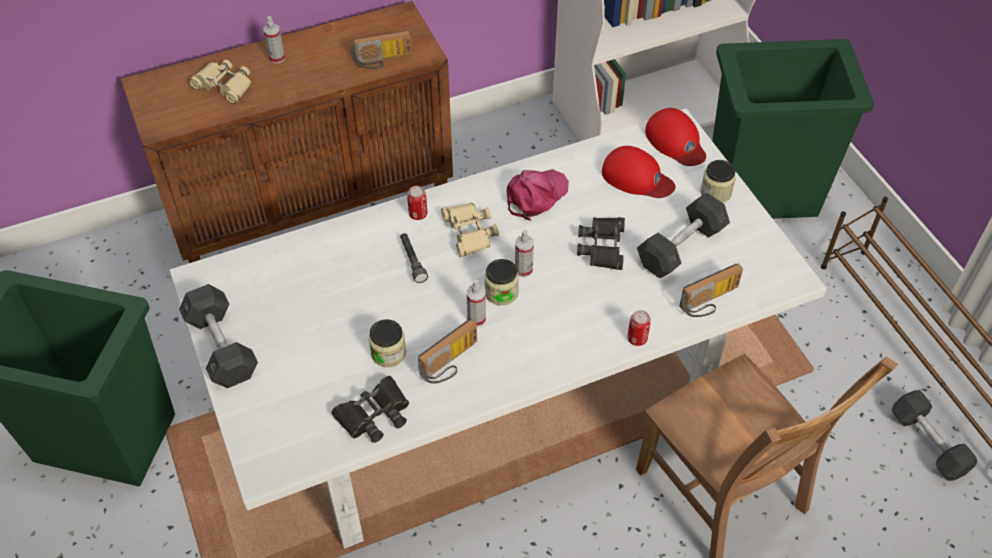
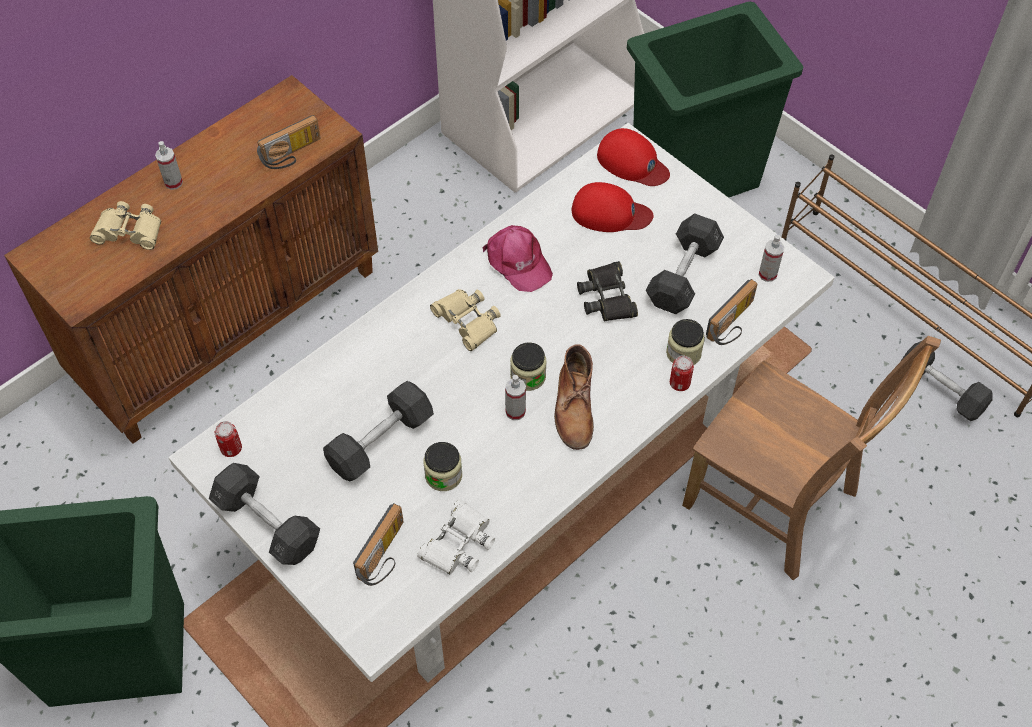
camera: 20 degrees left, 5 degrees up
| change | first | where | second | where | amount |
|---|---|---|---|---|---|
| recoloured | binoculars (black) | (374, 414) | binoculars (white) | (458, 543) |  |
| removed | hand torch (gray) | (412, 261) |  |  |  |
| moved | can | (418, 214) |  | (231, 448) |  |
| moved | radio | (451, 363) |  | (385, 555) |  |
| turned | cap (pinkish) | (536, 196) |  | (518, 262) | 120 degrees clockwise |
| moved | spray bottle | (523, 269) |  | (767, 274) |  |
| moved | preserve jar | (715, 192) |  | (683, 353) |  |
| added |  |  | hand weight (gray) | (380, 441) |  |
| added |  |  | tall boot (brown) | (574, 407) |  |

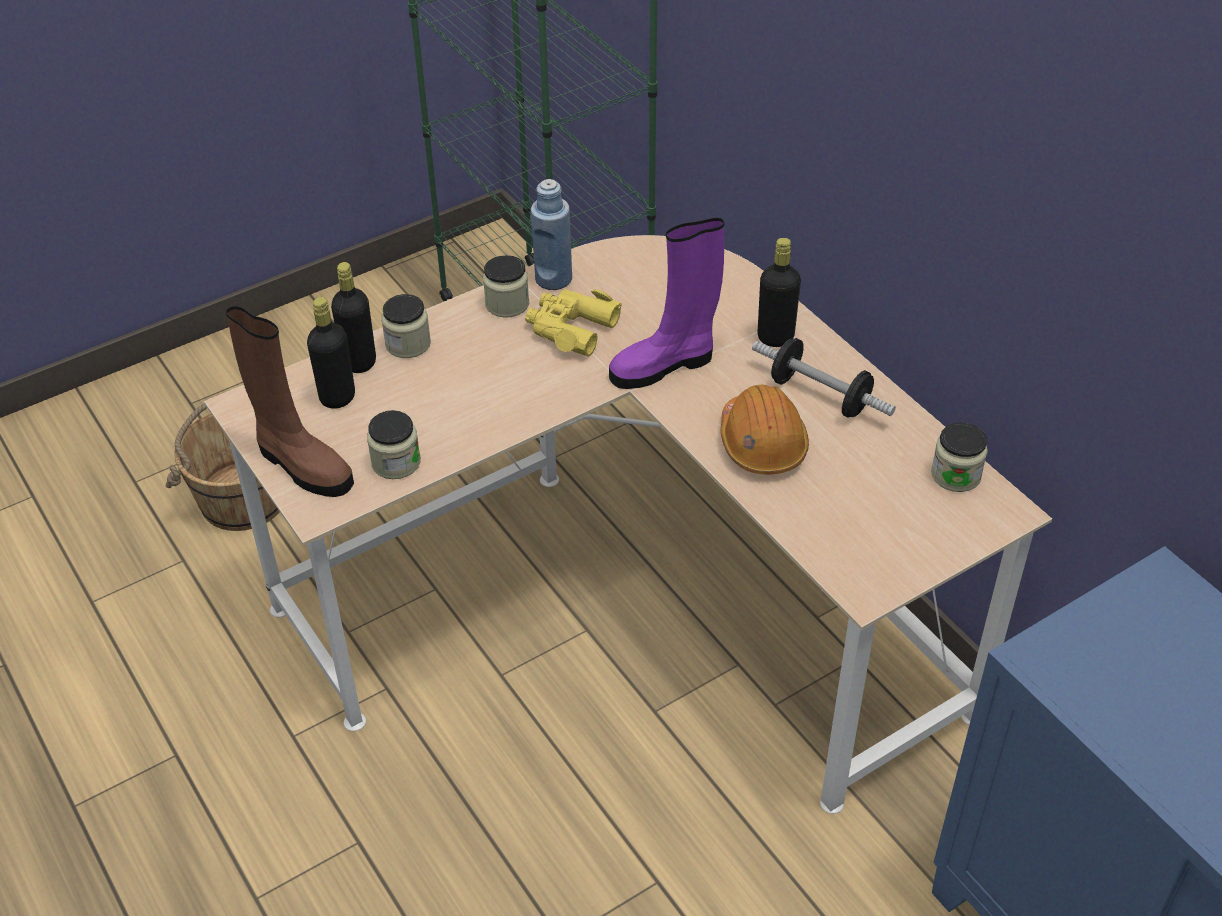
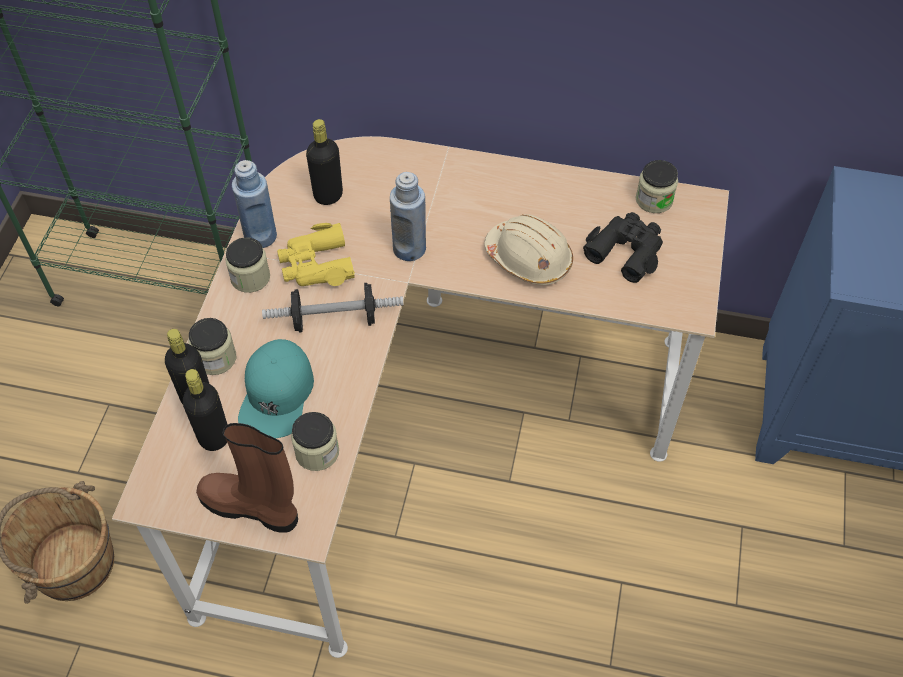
camera: 45 degrees left, 10 degrees up
| change | first | where | second | where | amount |
|---|---|---|---|---|---|
| turned | tall boot (brown) | (302, 465) |  | (252, 507) | 150 degrees counterclockwise |
| replaced | tall boot (purple-coloured) | (664, 366) | bottle (bluish) | (409, 248) |  |
| recoloured | safety helmet (orange) | (762, 443) | safety helmet (sand-coloured) | (529, 259) |  |
| moved | hand weight | (820, 395) |  | (335, 320) |  |
| moved | bottle (black) | (775, 337) |  | (328, 195) |  |
| added |  |  | cap (turquoise-coloured) | (277, 394) |  |
| added |  |  | binoculars (black) | (626, 250) |  |

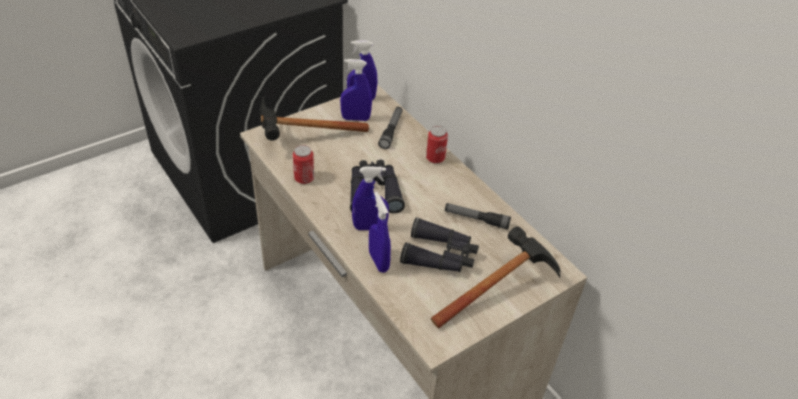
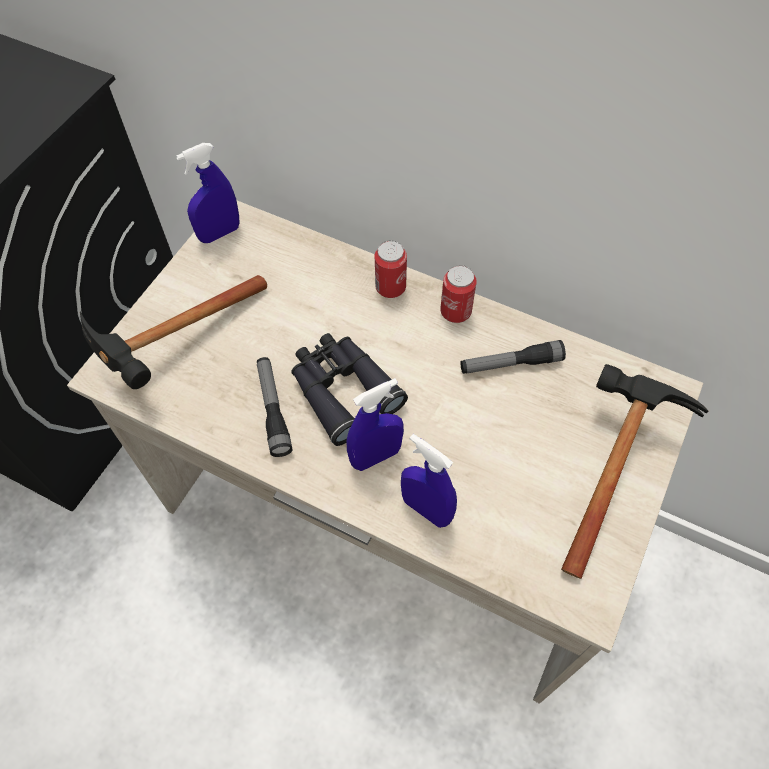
camera: 25 degrees left, 15 degrees up
| change | first | where | second | where | amount |
|---|---|---|---|---|---|
| moved | can | (304, 178) |  | (455, 312) |  |
| removed | spray bottle (bluish) | (355, 118) |  |  |  |
| moved | hand torch | (391, 131) |  | (273, 410) |  |
| removed | binoculars (black) | (440, 255) |  |  |  |

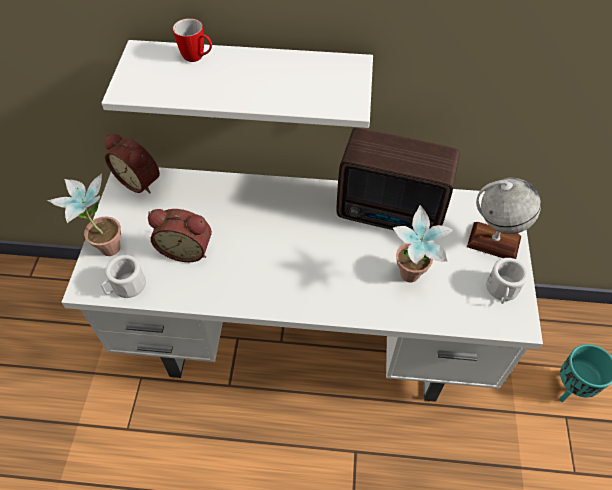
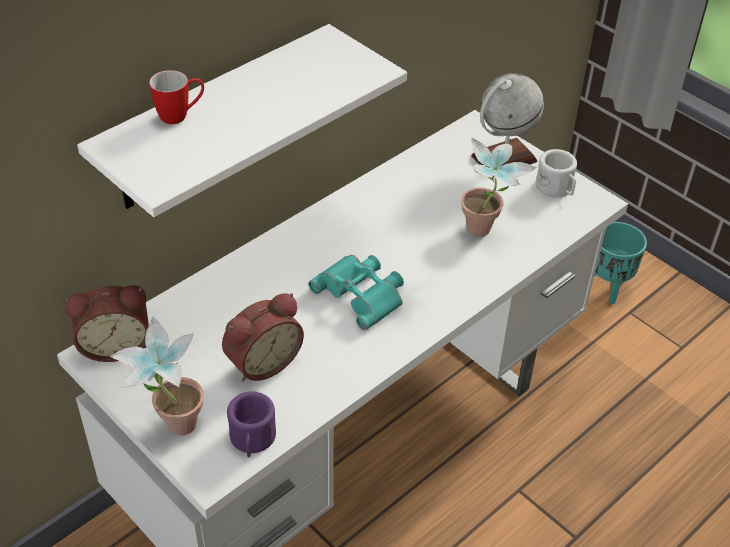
camera: 50 degrees left, 10 degrees down
| change | first | where | second | where | amount |
|---|---|---|---|---|---|
| recoloured | mug (white) | (126, 286) | mug (purple-coloured) | (252, 440) |  |
| removed | radio | (392, 214) |  |  |  |
| added |  |  | binoculars (turquoise-coloured) | (362, 293) |  |

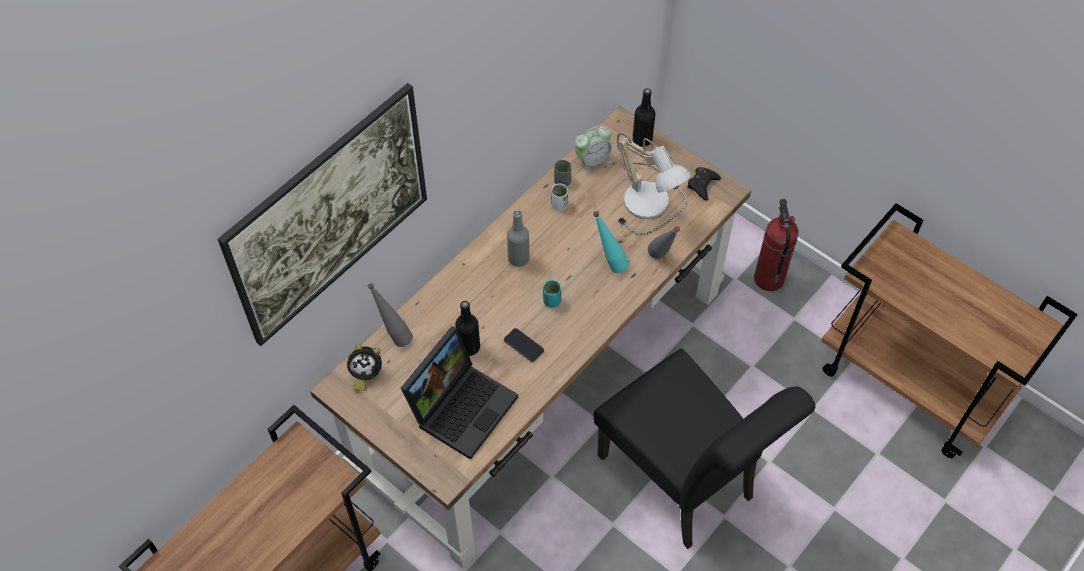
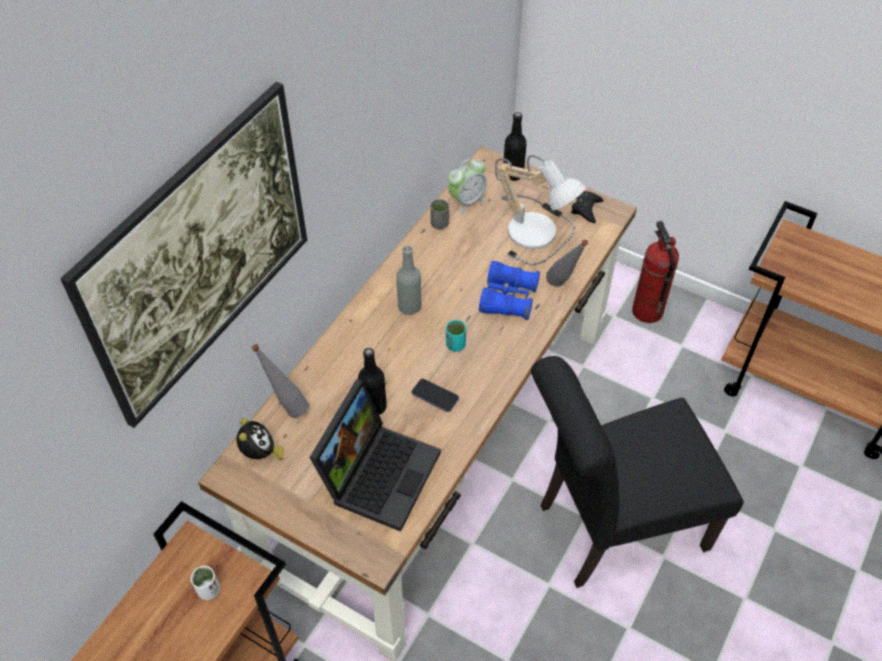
camera: 10 degrees left, 5 degrees down
| change | first | where | second | where | amount |
|---|---|---|---|---|---|
| turned | bedside clock | (365, 374) |  | (261, 454) | 90 degrees counterclockwise |
| moved | drinking cup (white) | (559, 205) |  | (208, 590) |  |
| replaced | bottle (turquoise-coloured) | (609, 264) | binoculars (bluish) | (508, 298) |  |
| turned | plain chair (black) | (683, 482) |  | (612, 528) | 120 degrees clockwise |

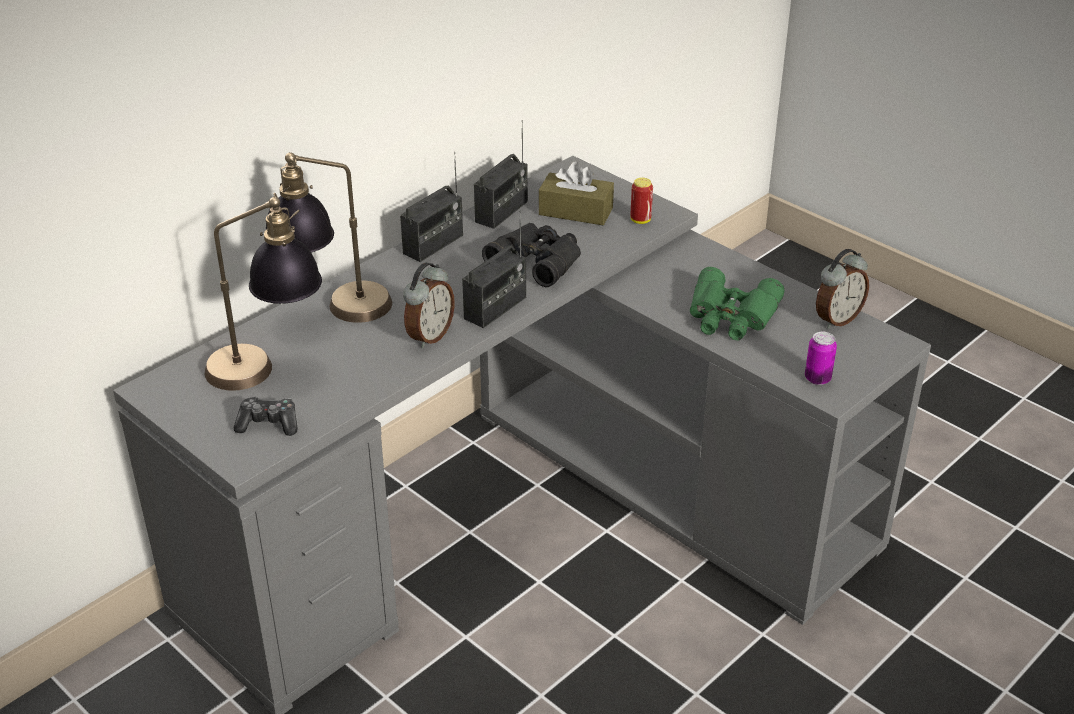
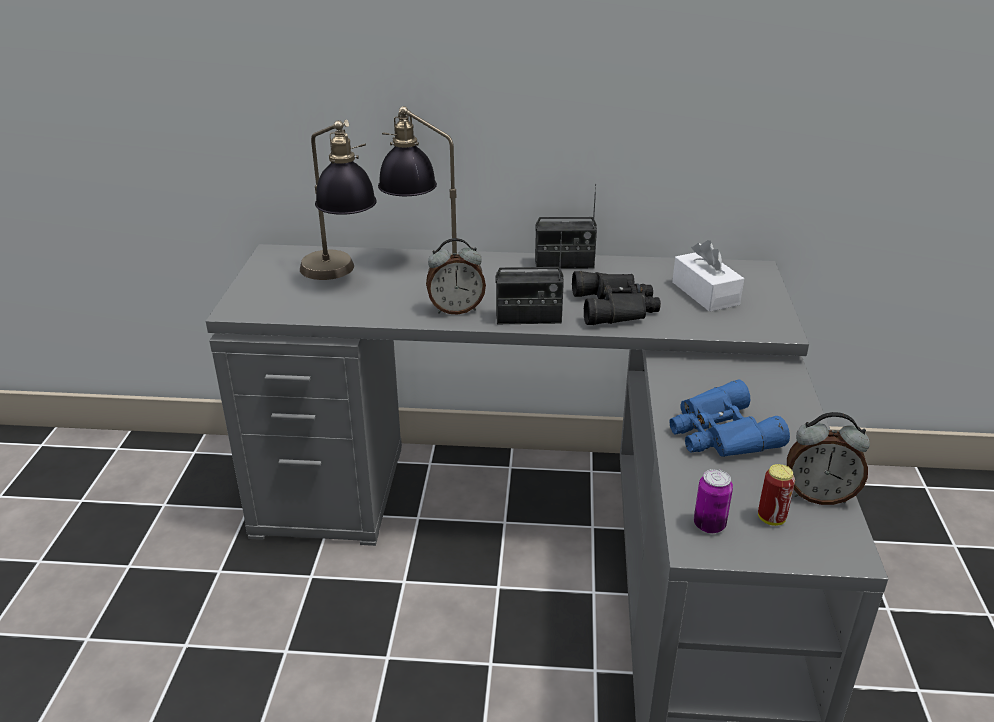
camera: 50 degrees right, 5 degrees down
| change | first | where | second | where | amount |
|---|---|---|---|---|---|
| removed | game controller | (268, 424) |  |  |  |
| removed | radio | (502, 212) |  |  |  |
| recoloured | tissue box (brown) | (575, 211) | tissue box (white) | (705, 293) |  |
| moved | can | (640, 220) |  | (771, 518) |  |
| recoloured | binoculars (greenish) | (731, 316) | binoculars (bluish) | (720, 434) |  |

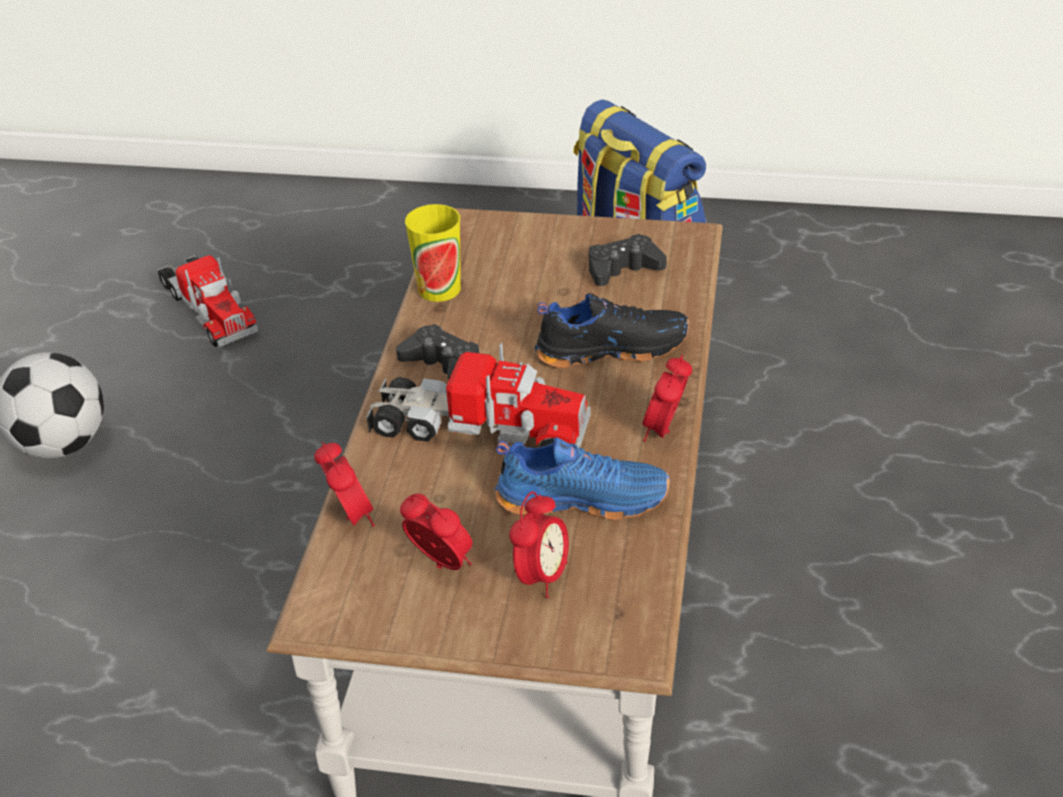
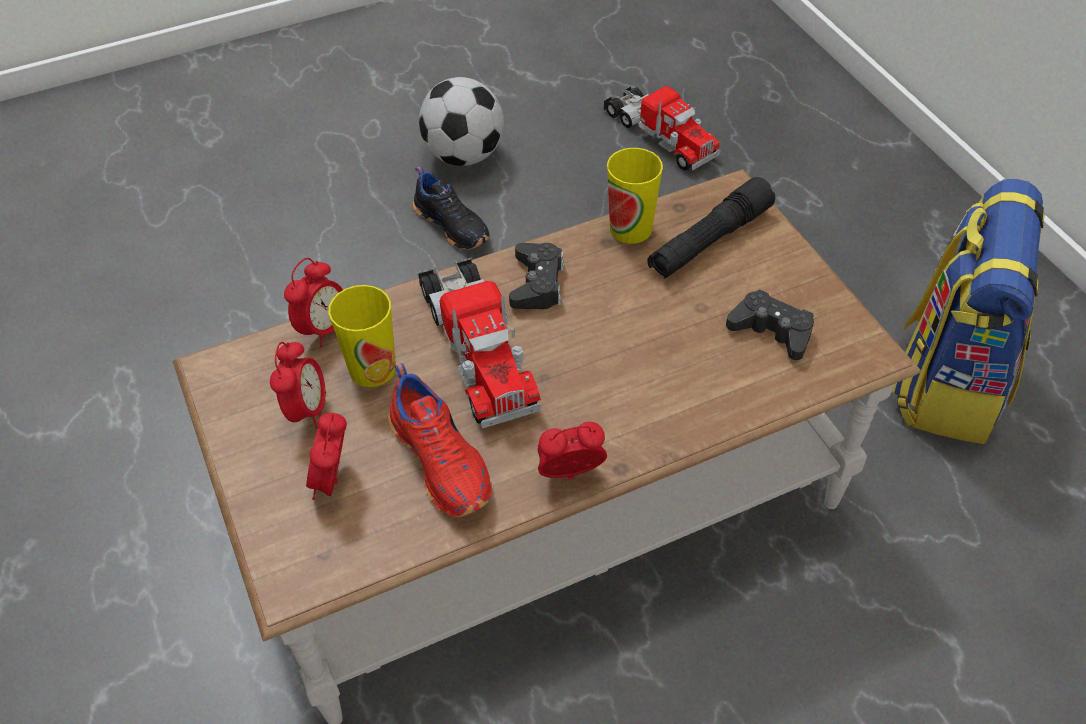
camera: 55 degrees right, 10 degrees up
| change | first | where | second | where | amount |
|---|---|---|---|---|---|
| turned | toy truck | (207, 309) |  | (658, 135) | 60 degrees counterclockwise |
| recoloured | item of footwear (bluish) | (582, 497) | item of footwear (red-coloured) | (443, 460) |  |
| turned | bedside clock | (542, 576) |  | (333, 481) | 105 degrees clockwise |
| moved | item of footwear (black) | (611, 348) |  | (453, 224) |  |
| added |  |  | drinking cup | (372, 368) |  |
| added |  |  | hand torch (black) | (709, 241) |  |

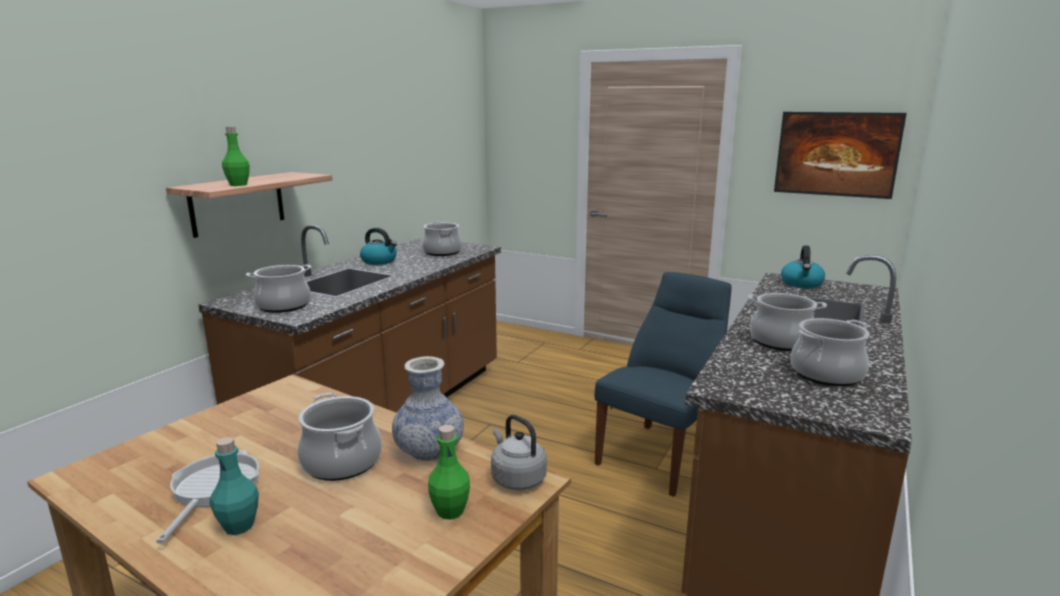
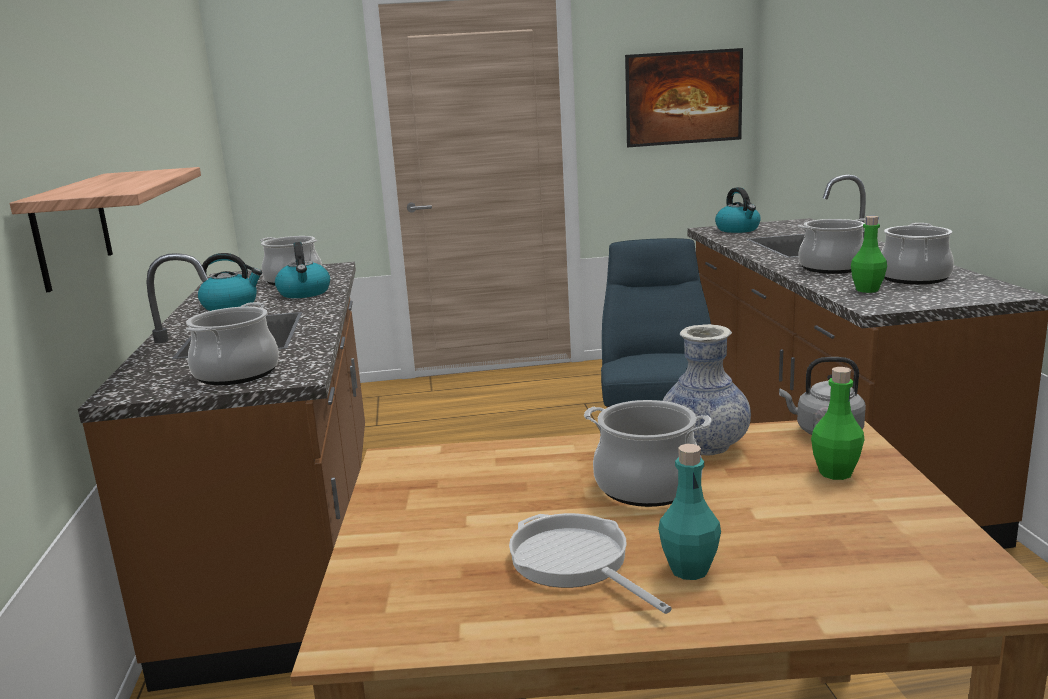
camera: 35 degrees left, 0 degrees up
| change | first | where | second | where | amount |
|---|---|---|---|---|---|
| moved | bottle (greenish) | (238, 185) |  | (867, 290) |  |
| added |  |  | tea kettle | (304, 293) |  |

